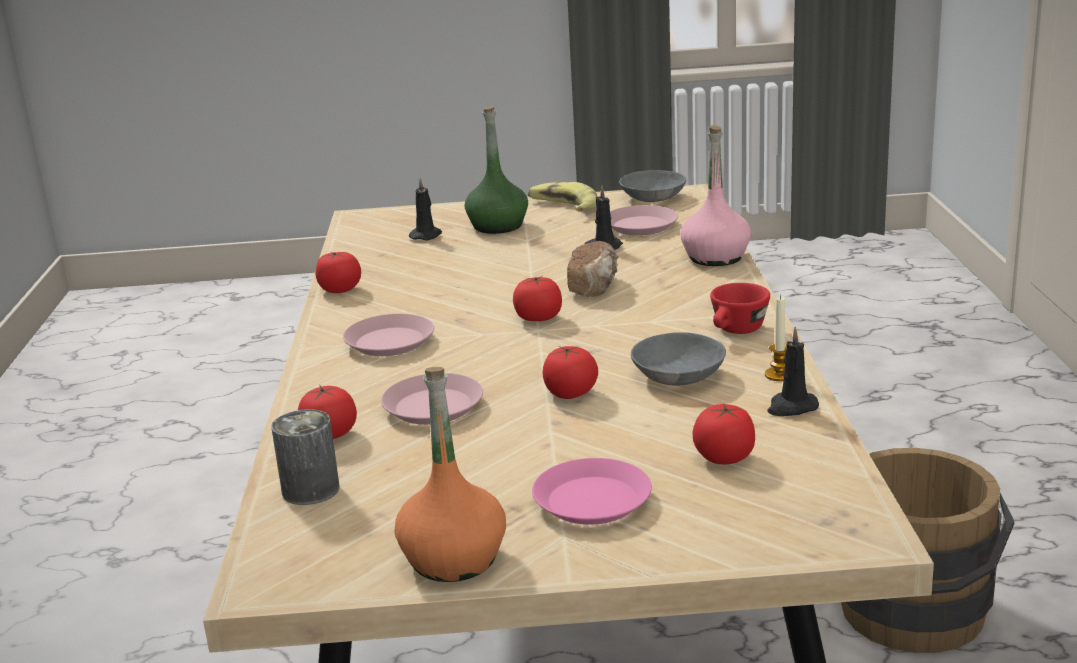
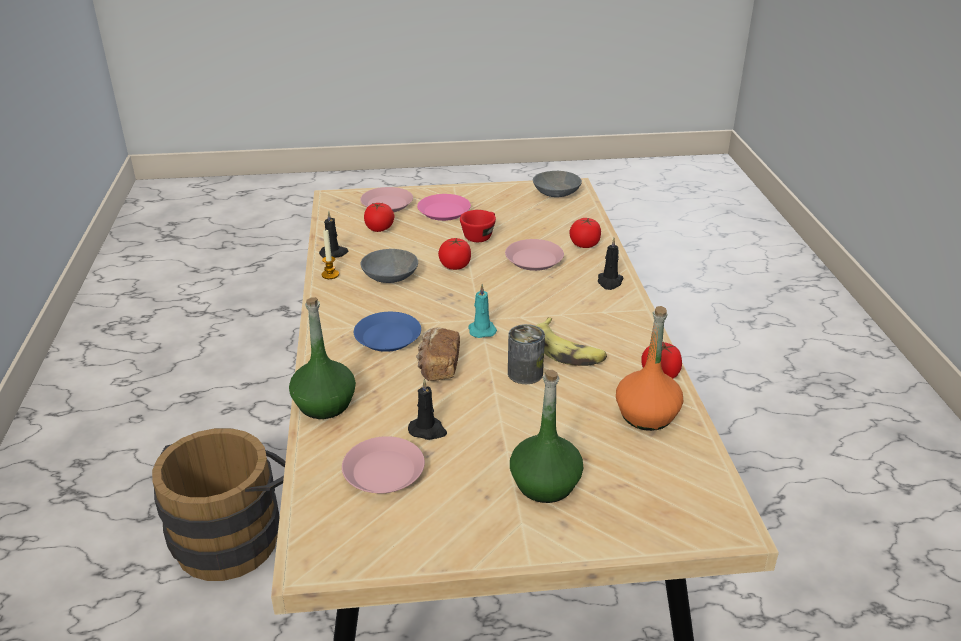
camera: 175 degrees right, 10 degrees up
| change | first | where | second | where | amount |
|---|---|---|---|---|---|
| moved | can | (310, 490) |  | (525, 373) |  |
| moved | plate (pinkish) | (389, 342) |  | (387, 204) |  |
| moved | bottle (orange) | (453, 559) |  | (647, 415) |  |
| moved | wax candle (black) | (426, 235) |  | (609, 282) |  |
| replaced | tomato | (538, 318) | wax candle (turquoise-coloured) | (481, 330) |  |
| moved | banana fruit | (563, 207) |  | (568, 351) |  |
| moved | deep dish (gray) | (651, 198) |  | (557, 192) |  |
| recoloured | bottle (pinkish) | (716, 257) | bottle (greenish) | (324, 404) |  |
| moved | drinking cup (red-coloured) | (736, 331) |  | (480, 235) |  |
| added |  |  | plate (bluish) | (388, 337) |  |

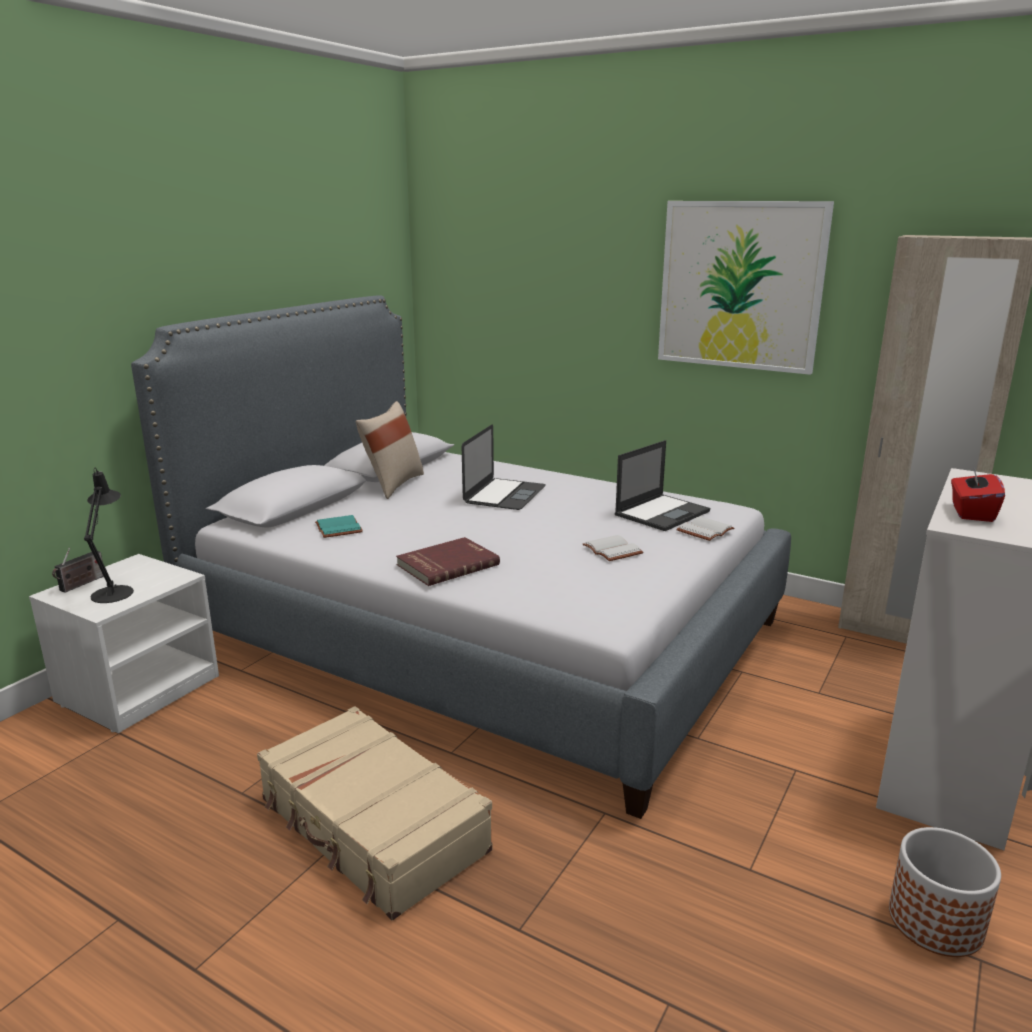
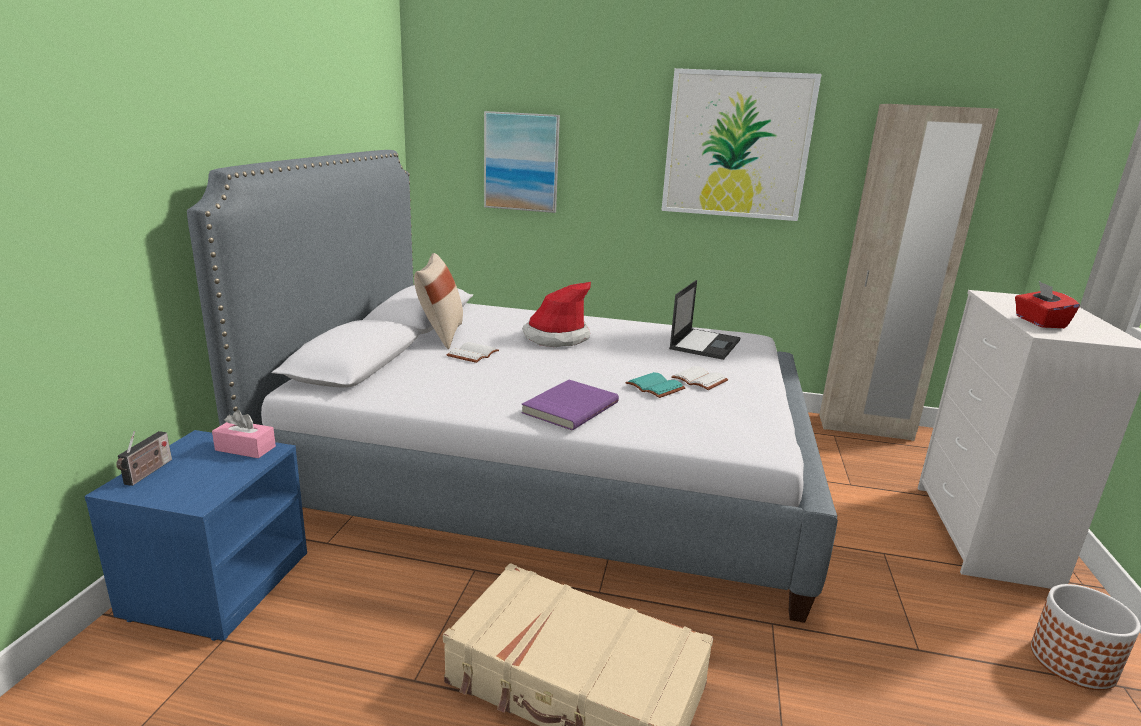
camera: 20 degrees left, 0 degrees up
| change | first | where | second | where | amount |
|---|---|---|---|---|---|
| recoloured | night table (white) | (138, 688) | night table (bluish) | (217, 583) |  |
| removed | tabletop lamp (black) | (114, 591) |  |  |  |
| moved | book (turquoise-coloured) | (337, 528) |  | (653, 387) |  |
| recoloured | book (red-coloured) | (447, 564) | book (purple-coloured) | (569, 407) |  |
| replaced | notebook computer | (504, 494) | hat | (556, 337) |  |
| moved | book (white) | (704, 530) |  | (472, 354) |  |
| added |  |  | tissue box (pinkish) | (245, 448) |  |
| added |  |  | wall art | (521, 162) |  |

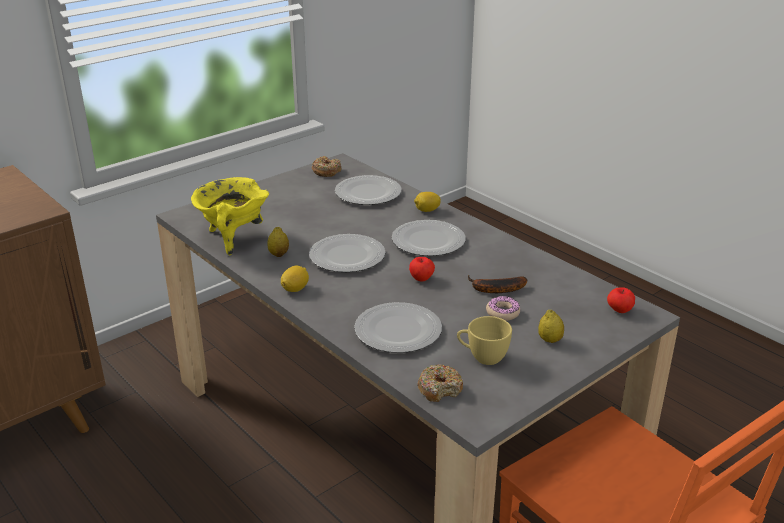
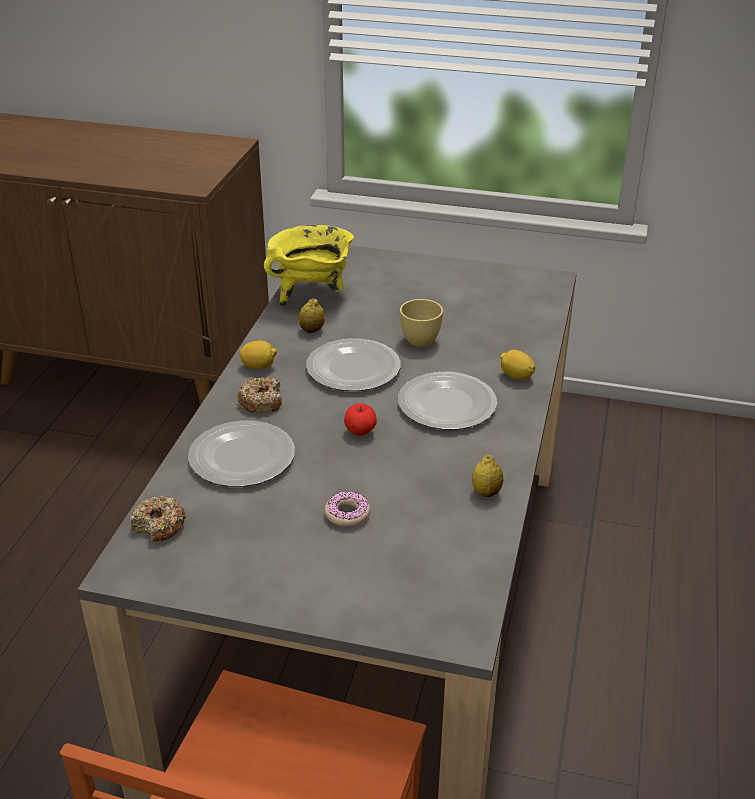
camera: 55 degrees right, 5 degrees up
| change | first | where | second | where | amount |
|---|---|---|---|---|---|
| moved | doughnut | (326, 171) |  | (261, 402) |  |
| removed | plate | (368, 193) |  |  |  |
| moved | drinking cup (yellow) | (482, 357) |  | (418, 338) |  |
| removed | banana fruit | (494, 289) |  |  |  |
| moved | lemon | (550, 340) |  | (486, 492) |  |
| removed | apple fruit | (619, 310) |  |  |  |

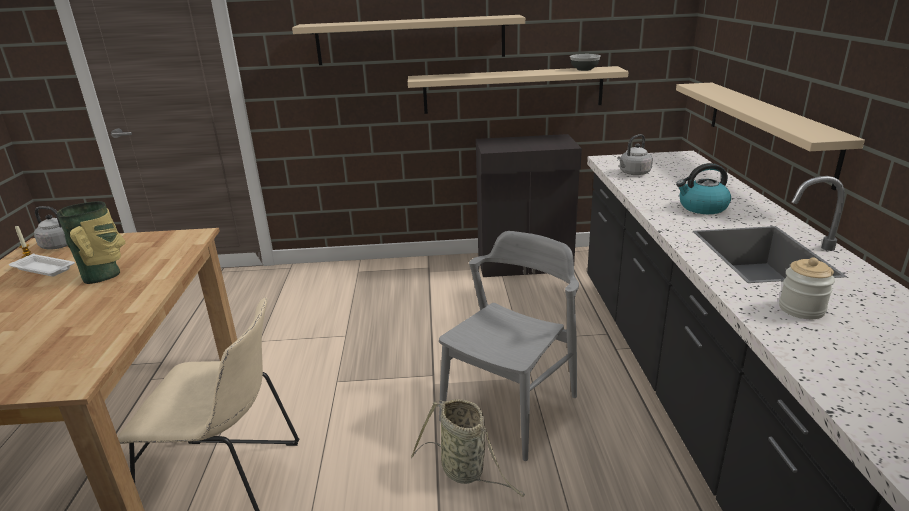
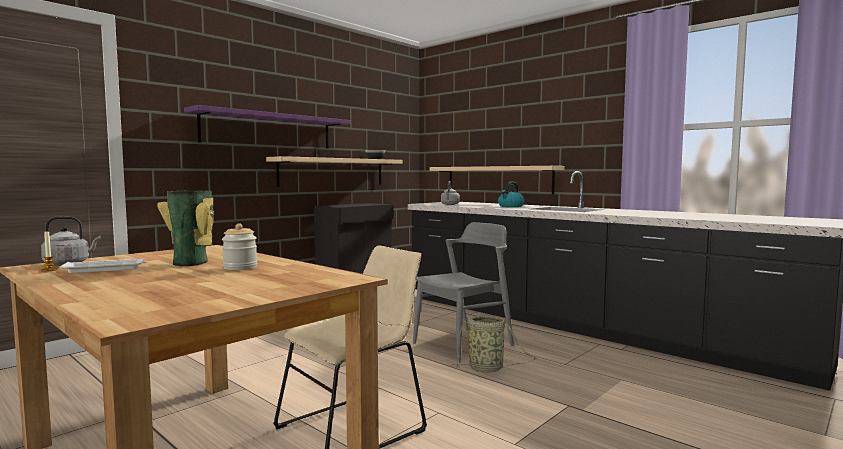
camera: 45 degrees left, 20 degrees down
| change | first | where | second | where | amount |
|---|---|---|---|---|---|
| recoloured | shelf (sand-coloured) | (411, 40) | shelf (purple-coloured) | (269, 130) |  |
| turned | plain chair (gray) | (510, 408) |  | (463, 344) | 60 degrees clockwise |
| moved | preserve jar | (801, 309) |  | (240, 267) |  |

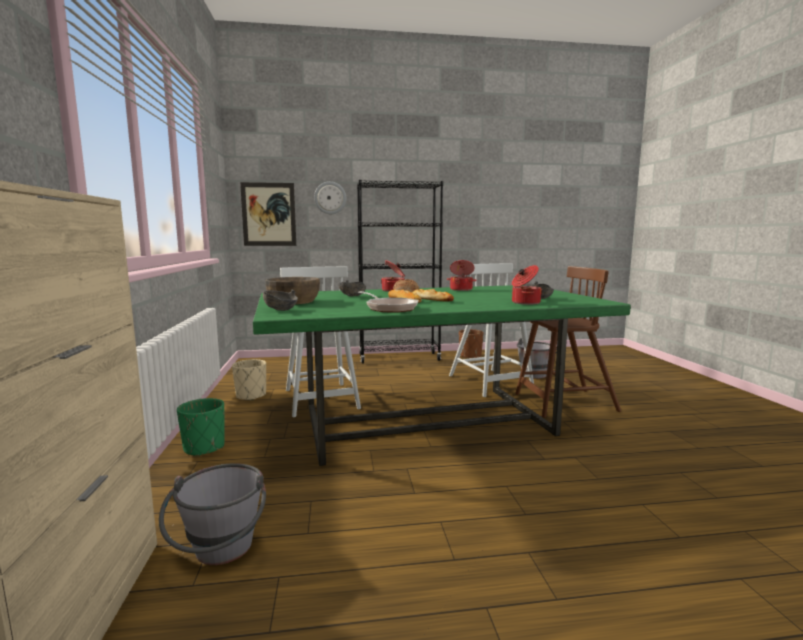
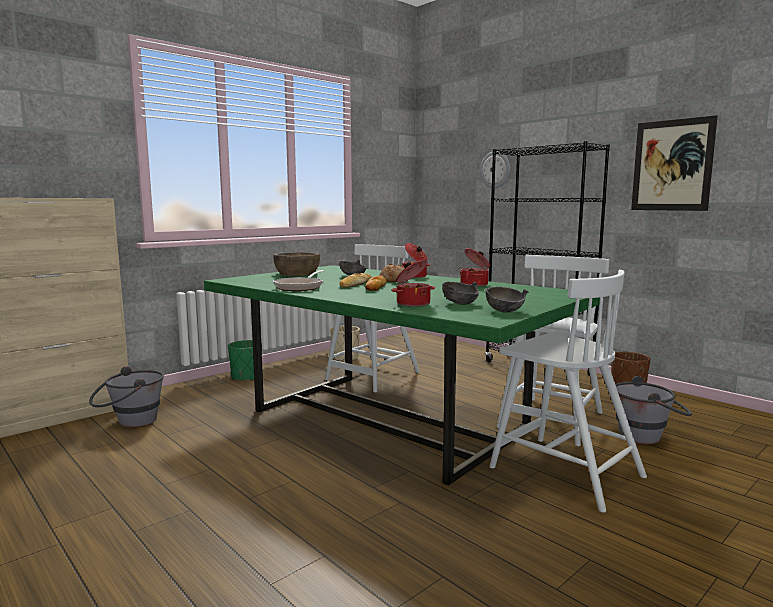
camera: 55 degrees right, 0 degrees up
| change | first | where | second | where | amount |
|---|---|---|---|---|---|
| moved | wall art | (269, 214) |  | (672, 165) |  |
| moved | deep dish (gray) | (281, 310) |  | (505, 311) |  |
| recoloured | plain chair (brown) | (563, 403) | plain chair (white) | (563, 471) |  |

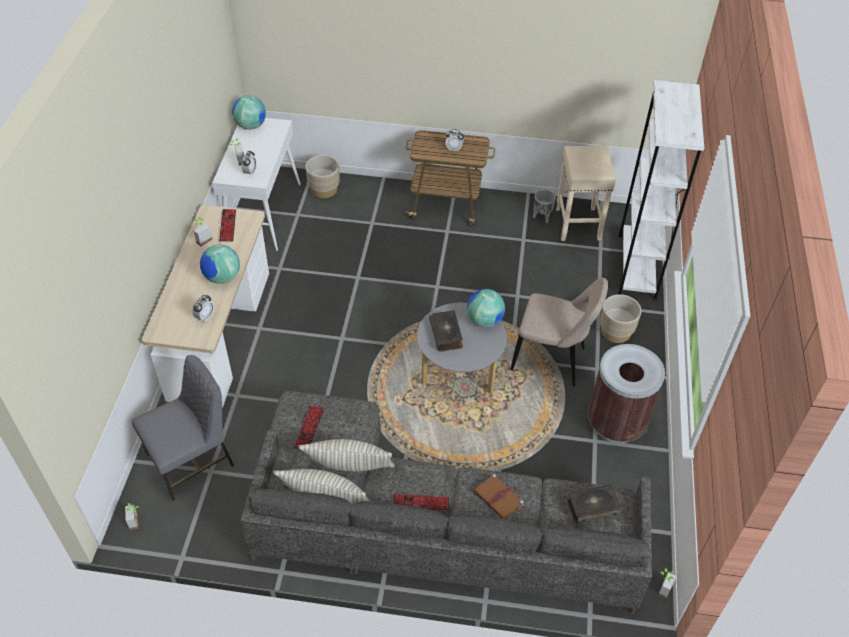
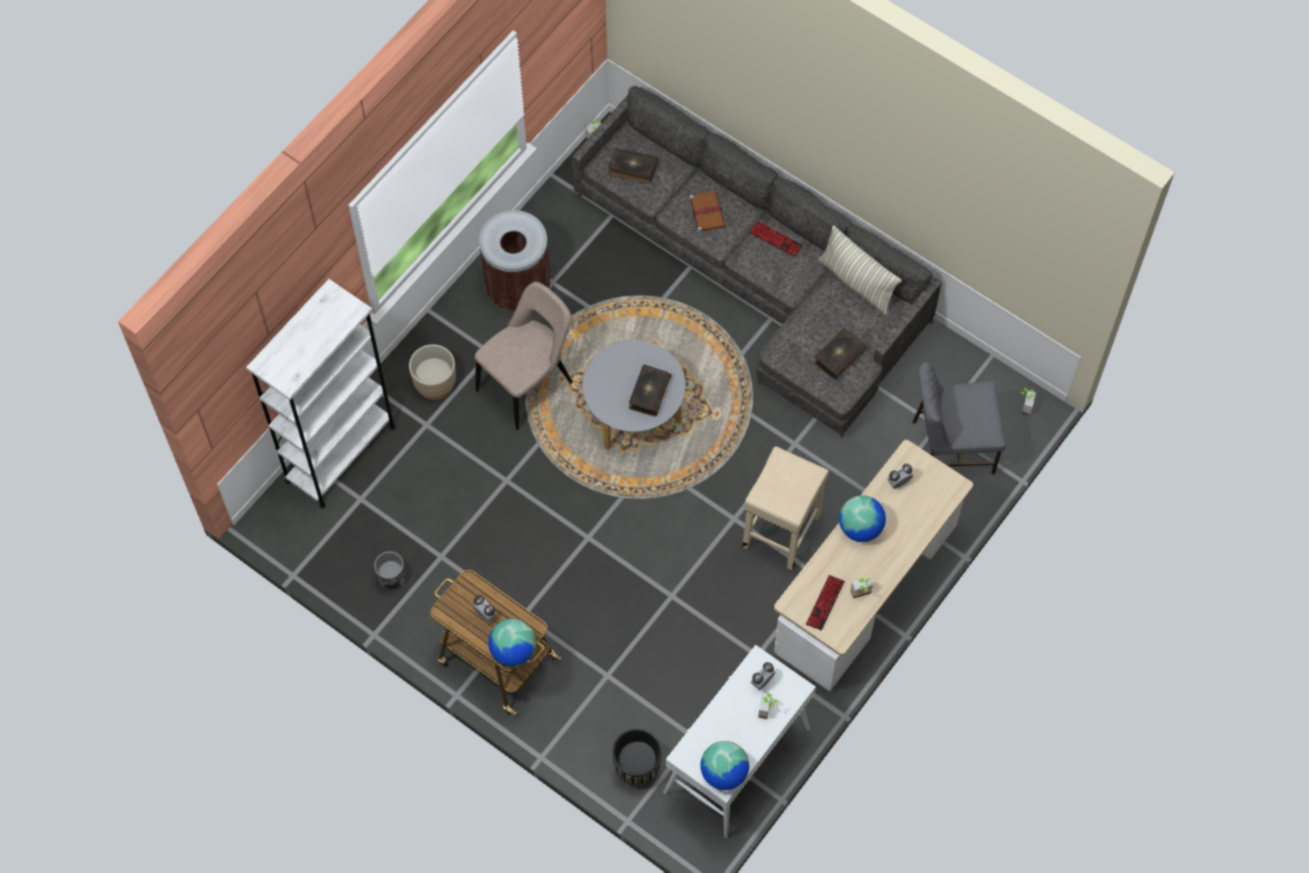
camera: 150 degrees left, 15 degrees up
| change | first | where | second | where | amount |
|---|---|---|---|---|---|
| replaced | PC keyboard | (309, 428) | book | (838, 357) |  |
| removed | cushion | (348, 468) |  |  |  |
| recoloured | plant pot (sand-coloured) | (324, 189) | plant pot (black) | (637, 766) |  |
| moved | globe | (484, 320) |  | (513, 651) |  |
| turned | plain chair (sand-coloured) | (552, 360) |  | (528, 384) | 90 degrees clockwise |
| moved | stool (sand-coloured) | (578, 224) |  | (781, 530) |  |

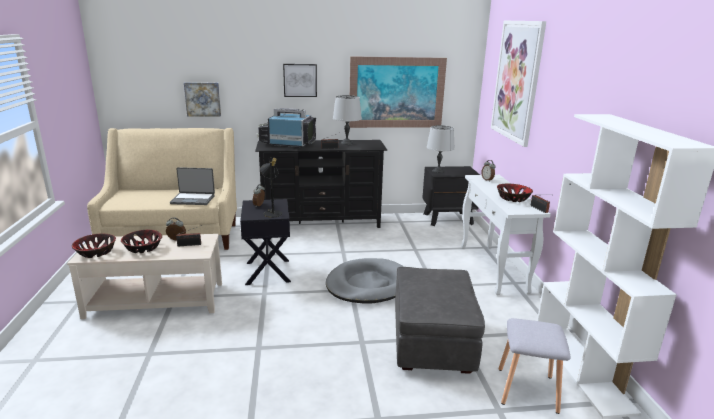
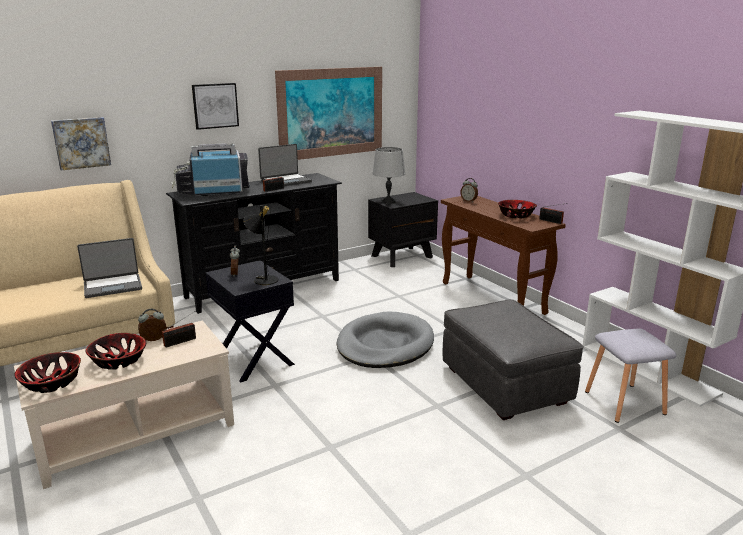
camera: 25 degrees left, 0 degrees up
| change | first | where | second | where | amount |
|---|---|---|---|---|---|
| replaced | tabletop lamp (gray) | (347, 143) | notebook computer | (285, 181) |  |
| recoloured | console table (white) | (493, 268) | console table (brown) | (493, 298) |  |
| removed | wall art | (517, 81) |  |  |  |

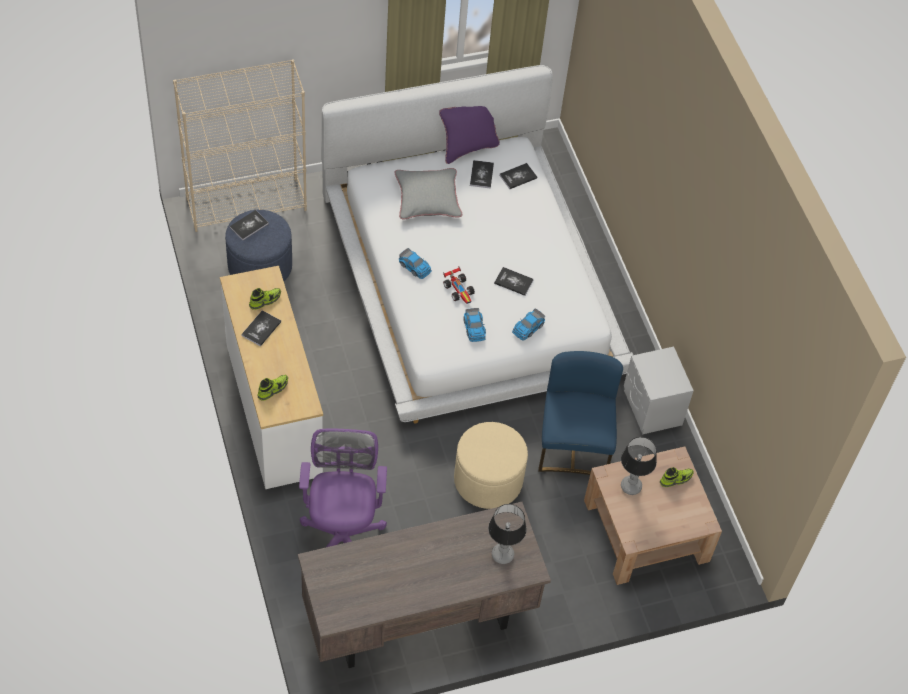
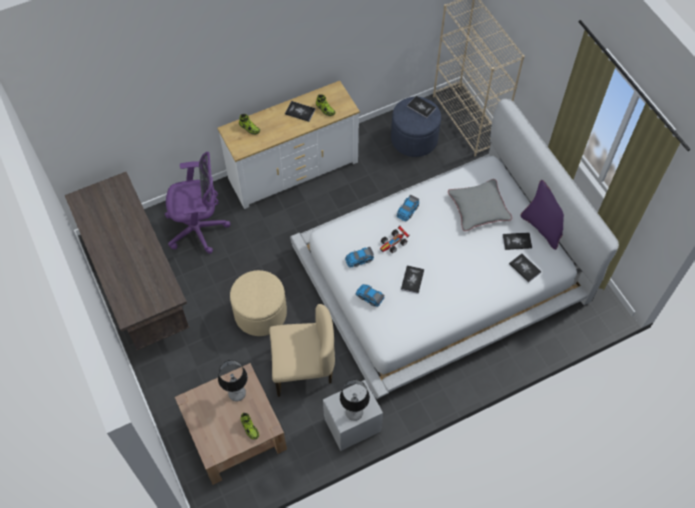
camera: 85 degrees right, 5 degrees up
| change | first | where | second | where | amount |
|---|---|---|---|---|---|
| moved | tabletop lamp | (502, 555) |  | (353, 413) |  |
| recoloured | plain chair (bluish) | (573, 445) | plain chair (sand-coloured) | (303, 369) |  |

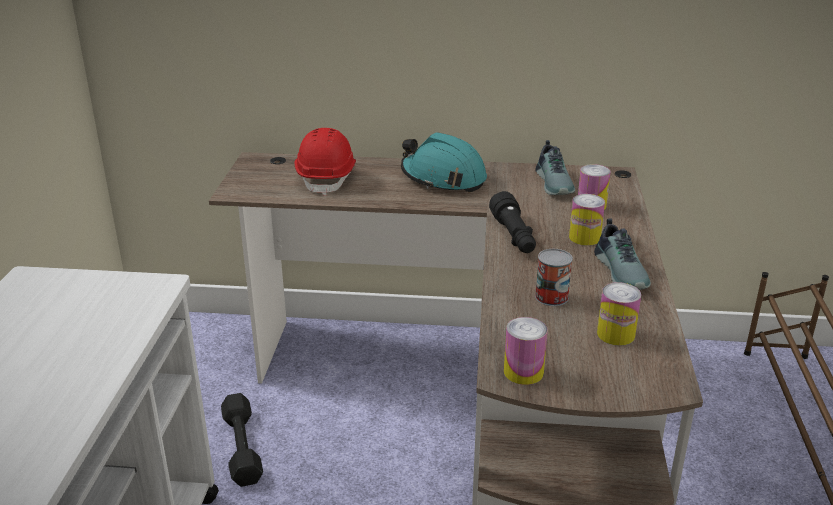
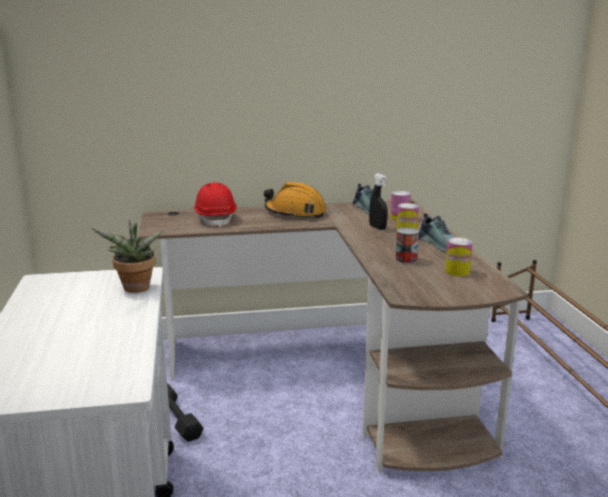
camera: 15 degrees left, 10 degrees down
| change | first | where | second | where | amount |
|---|---|---|---|---|---|
| recoloured | safety helmet (turquoise-coloured) | (443, 178) | safety helmet (orange) | (295, 213) |  |
| removed | hand torch (black) | (513, 236) |  |  |  |
| removed | can | (523, 372) |  |  |  |
| added |  |  | houseplant | (135, 289) |  |
| added |  |  | spray bottle (black) | (377, 227) |  |

